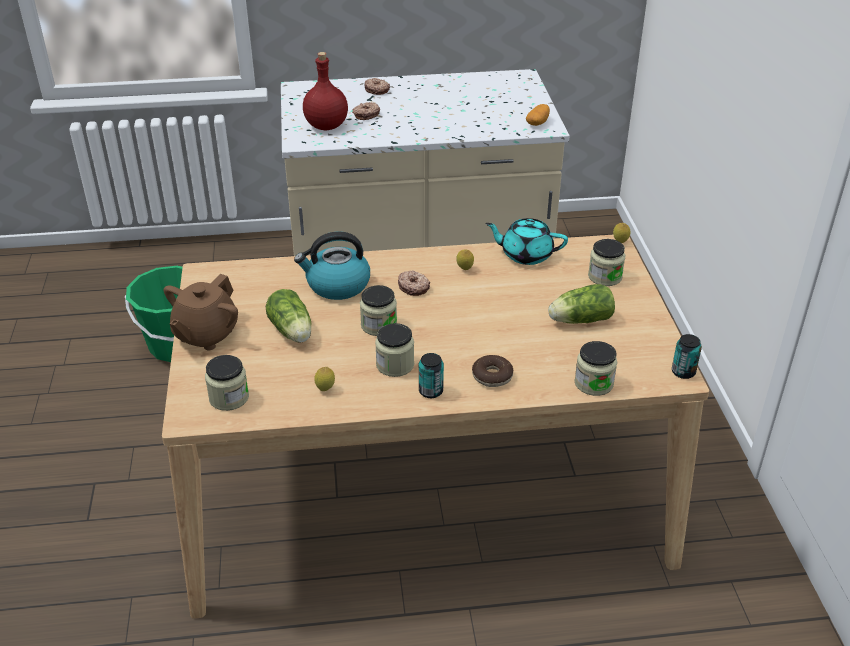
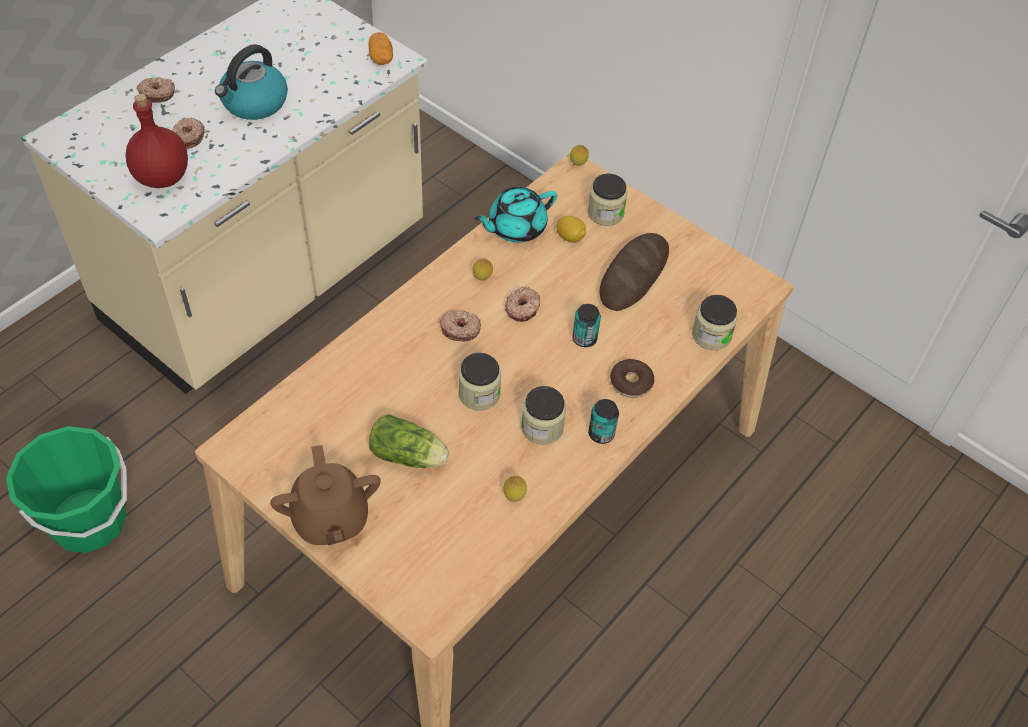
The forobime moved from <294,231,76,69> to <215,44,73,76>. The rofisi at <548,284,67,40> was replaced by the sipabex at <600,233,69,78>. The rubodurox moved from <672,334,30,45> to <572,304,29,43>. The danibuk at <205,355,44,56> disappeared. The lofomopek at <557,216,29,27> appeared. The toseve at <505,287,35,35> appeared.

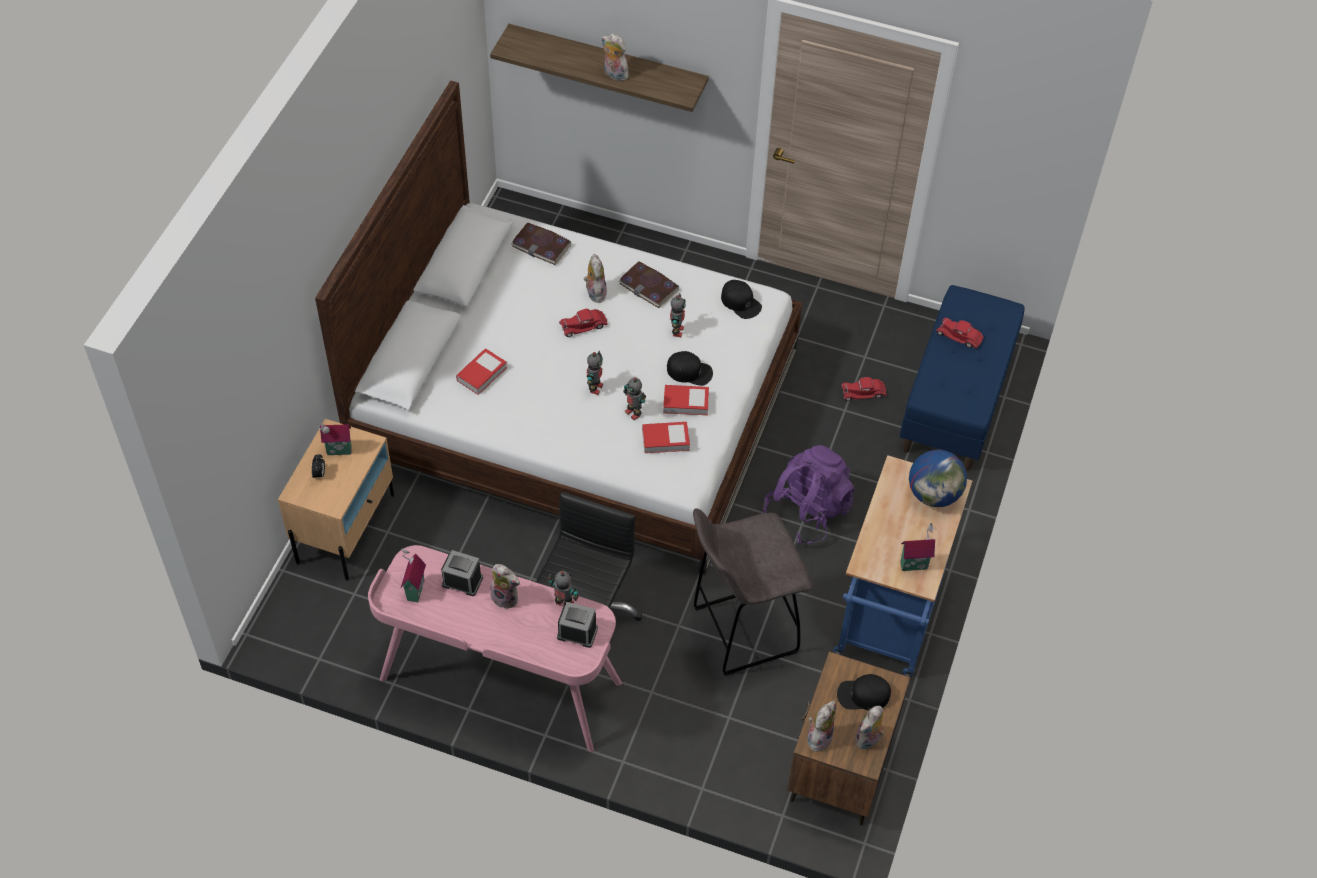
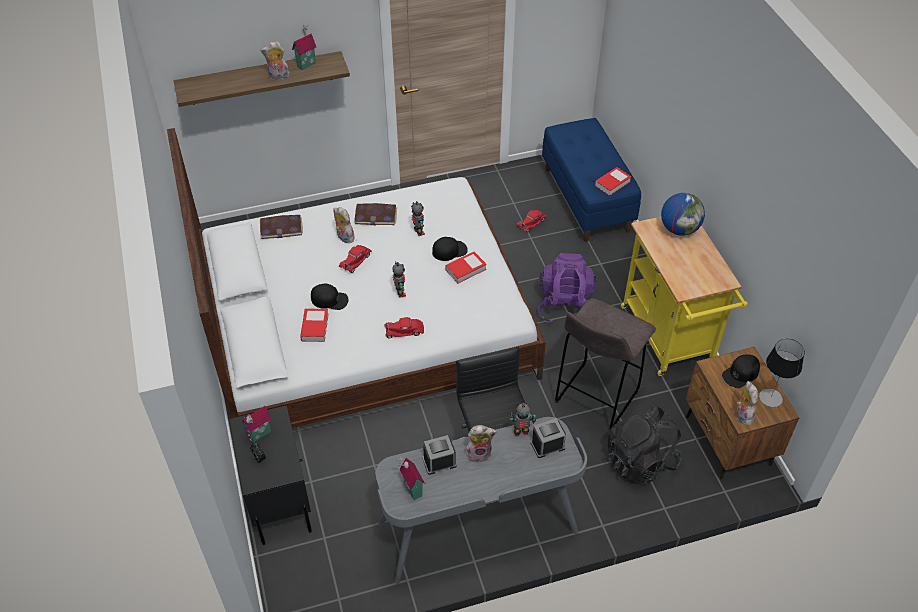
The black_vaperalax moved from <721,280,41,39> to <311,283,37,27>. The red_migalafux moved from <936,318,48,30> to <384,317,40,22>. The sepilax at <623,377,23,43> disappeared. The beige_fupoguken at <278,419,116,162> became the black_fupoguken at <229,405,83,140>. The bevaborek moved from <642,422,48,31> to <595,167,36,29>. The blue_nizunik at <833,455,140,222> became the yellow_nizunik at <621,217,127,159>. The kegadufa moved from <900,523,36,48> to <292,24,24,46>. The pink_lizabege at <368,545,254,207> became the grey_lizabege at <376,417,211,167>. The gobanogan at <854,706,30,44> was replaced by the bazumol at <759,339,46,68>. The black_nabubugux at <607,405,75,78> appeared.

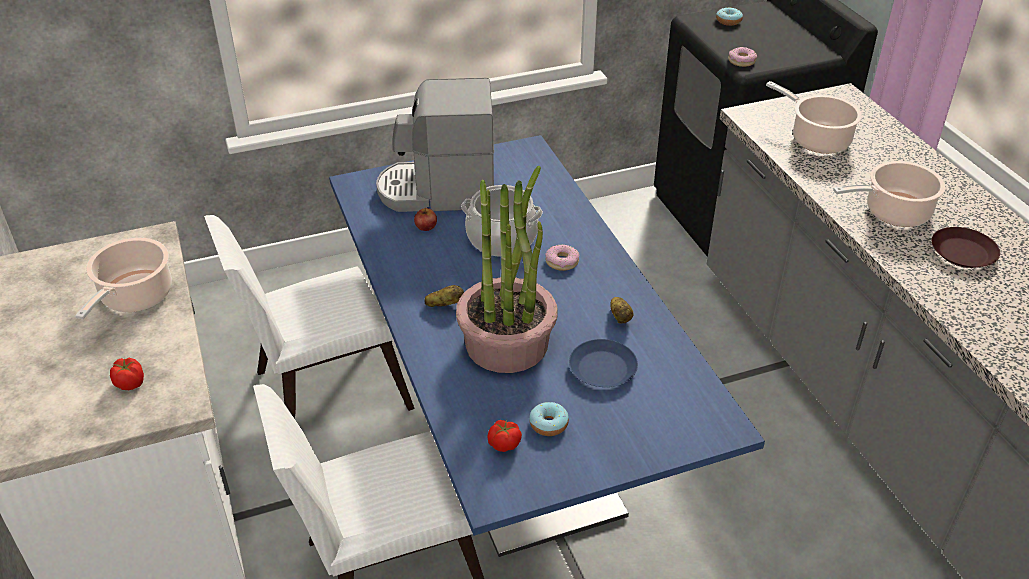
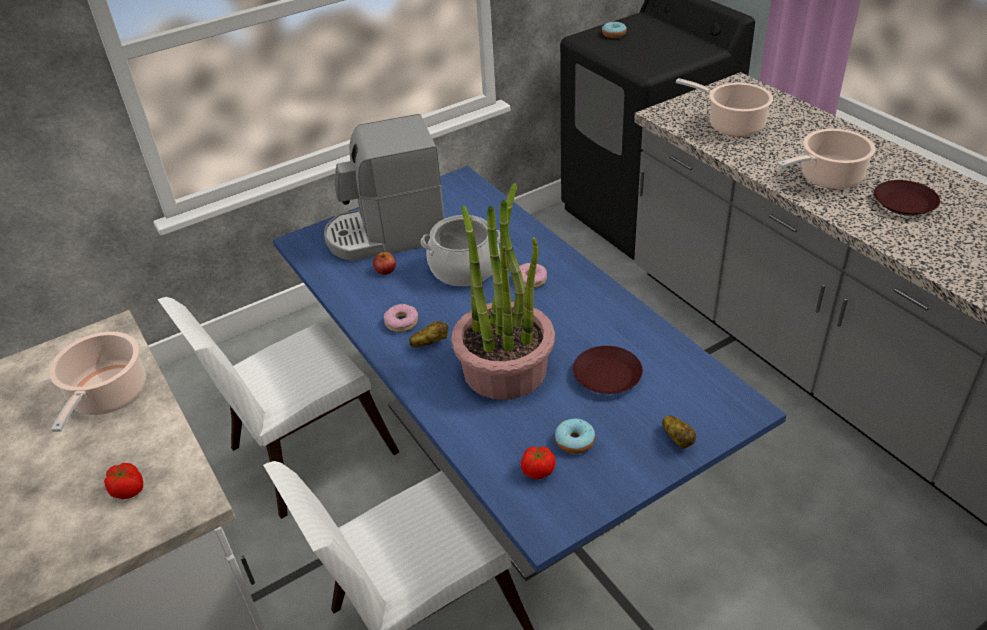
The toseve moved from <728,47,29,20> to <384,304,34,28>. The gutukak moved from <610,297,24,27> to <662,416,34,33>. The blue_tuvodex at <569,339,69,48> became the brown_tuvodex at <573,346,70,48>.

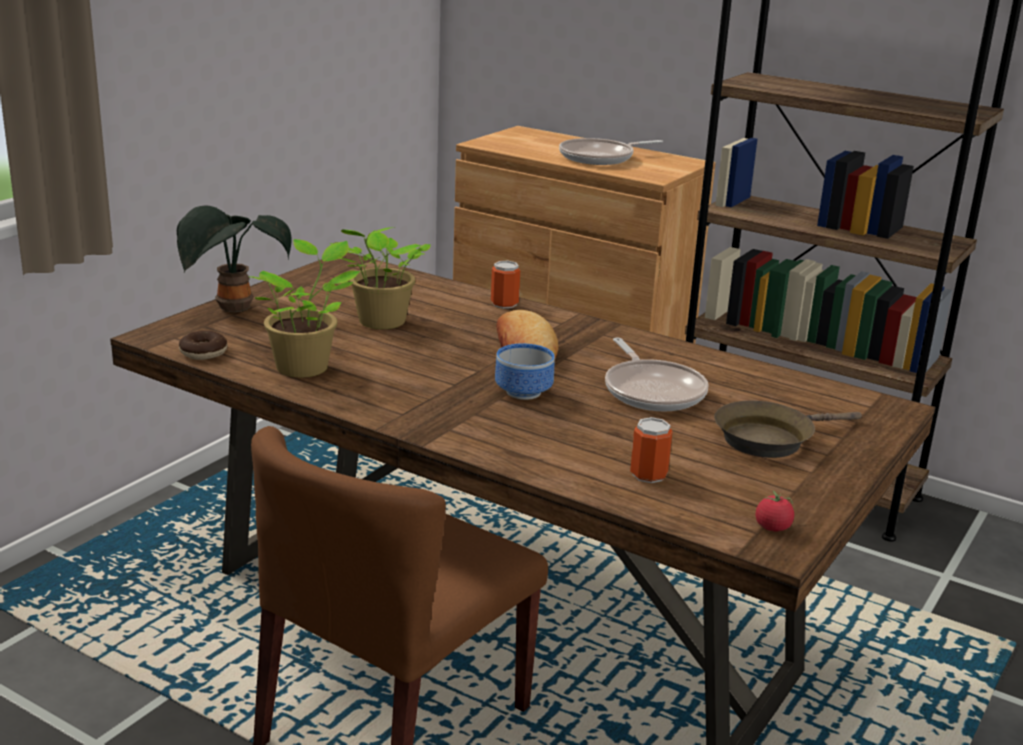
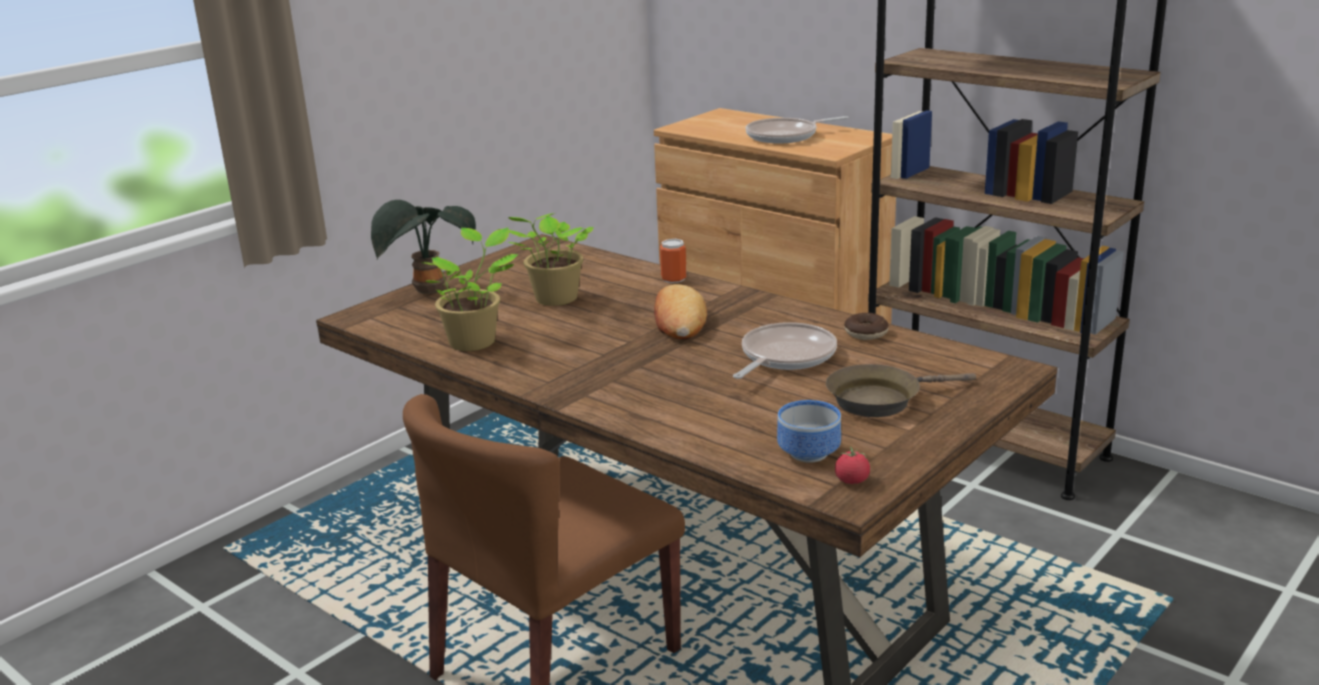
The toseve moved from <179,331,48,29> to <844,313,45,27>. The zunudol at <605,338,104,73> turned 135 degrees counterclockwise. The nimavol moved from <495,343,60,57> to <777,400,64,63>. The rubodurox at <630,417,43,66> disappeared.

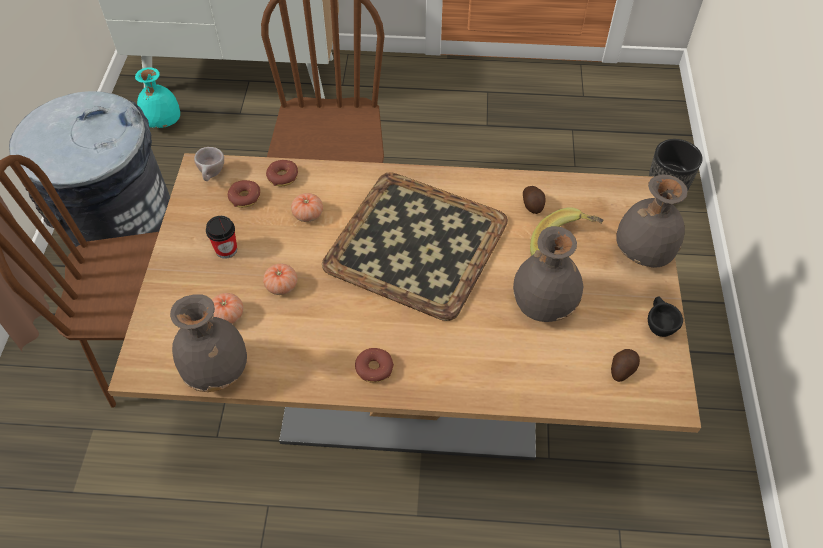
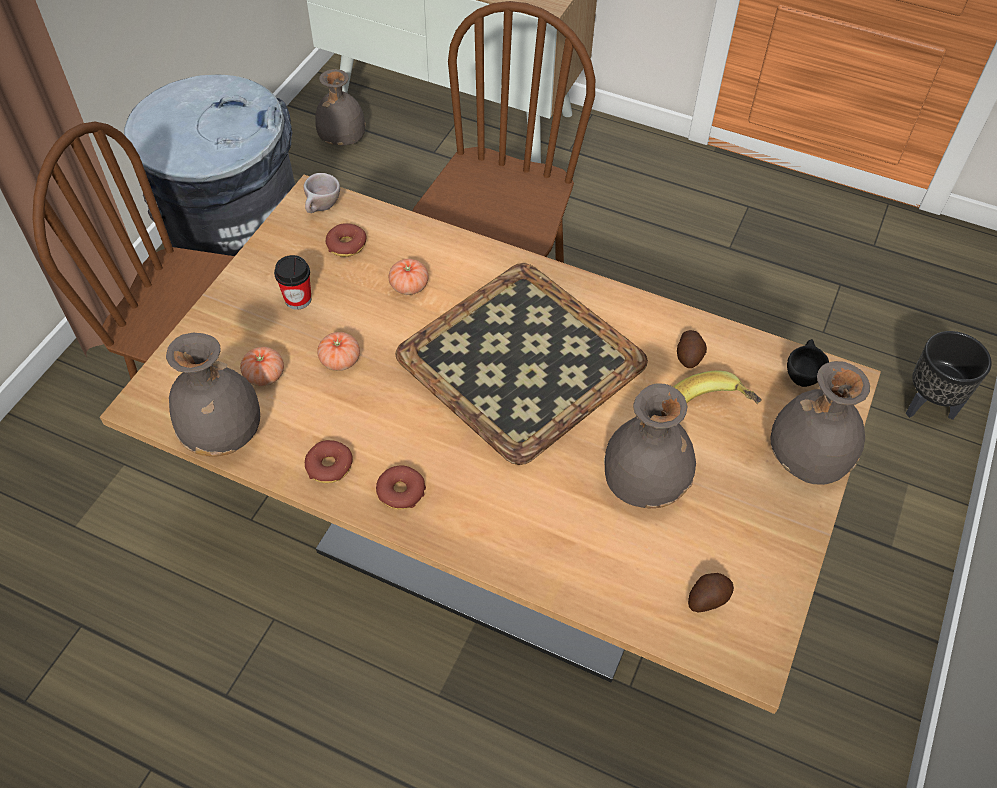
The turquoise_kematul at <135,67,45,61> became the grey_kematul at <315,69,51,76>. The toseve moved from <266,160,32,26> to <305,440,48,43>. The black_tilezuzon moved from <648,296,35,41> to <787,339,42,48>.

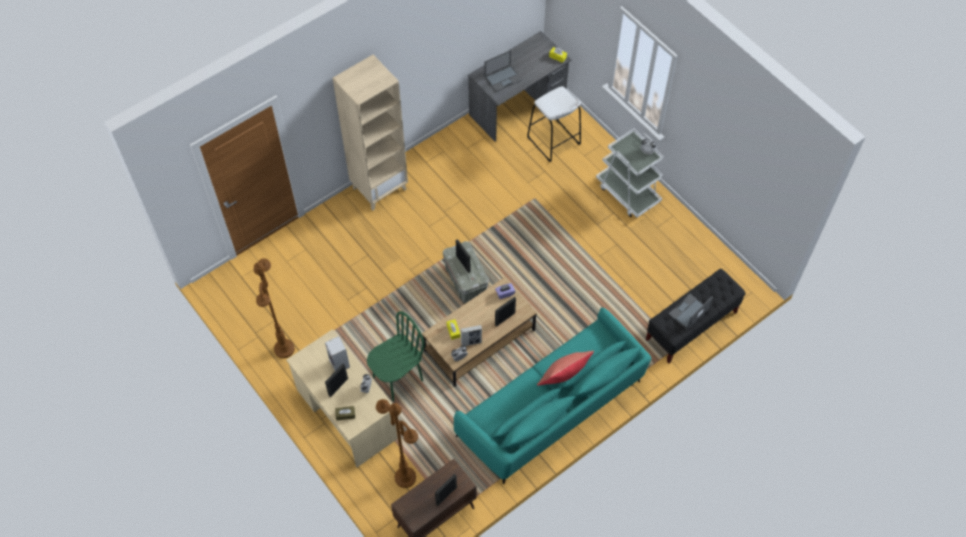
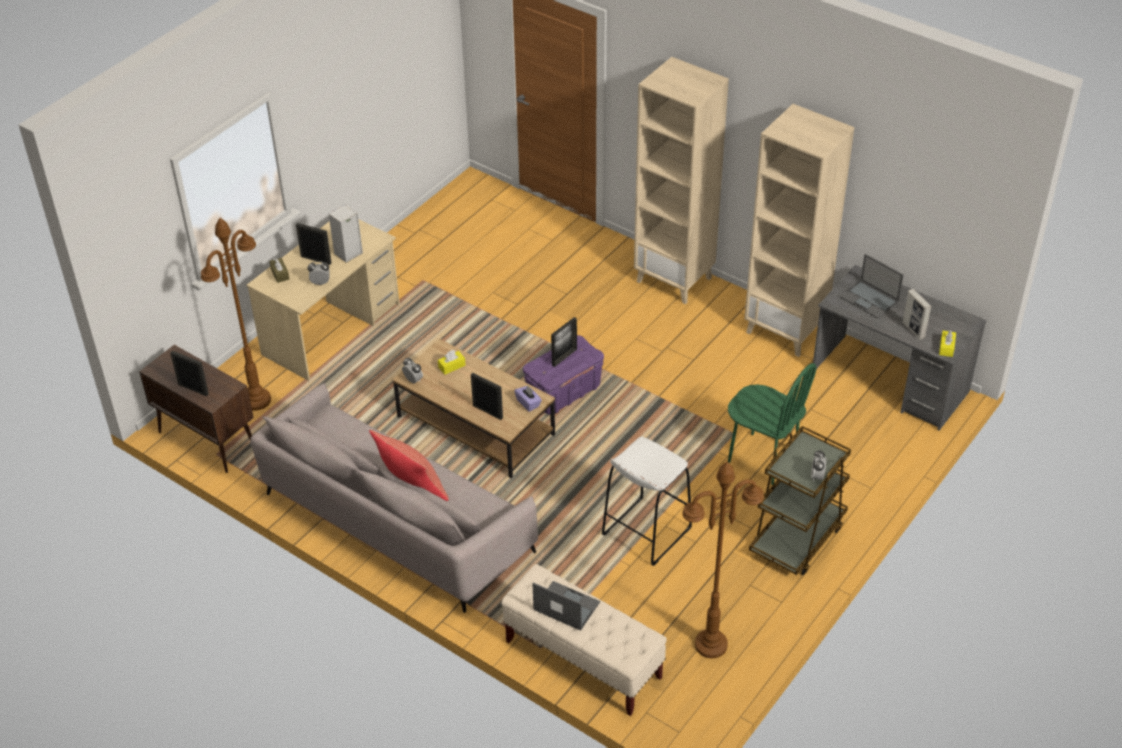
The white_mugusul moved from <527,86,54,76> to <602,437,90,129>. The white_nizunik at <596,129,68,88> became the brown_nizunik at <749,426,102,149>. The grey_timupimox at <443,241,46,61> became the purple_timupimox at <523,335,81,80>. The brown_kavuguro moved from <254,258,41,100> to <682,462,82,196>. The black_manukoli at <646,269,100,95> became the beige_manukoli at <502,564,165,152>. The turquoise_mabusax at <454,307,197,178> became the grey_mabusax at <250,383,288,230>. The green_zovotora moved from <367,311,58,90> to <728,363,88,122>. The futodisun moved from <461,325,21,21> to <903,289,28,51>. The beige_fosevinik at <744,104,110,253> appeared.

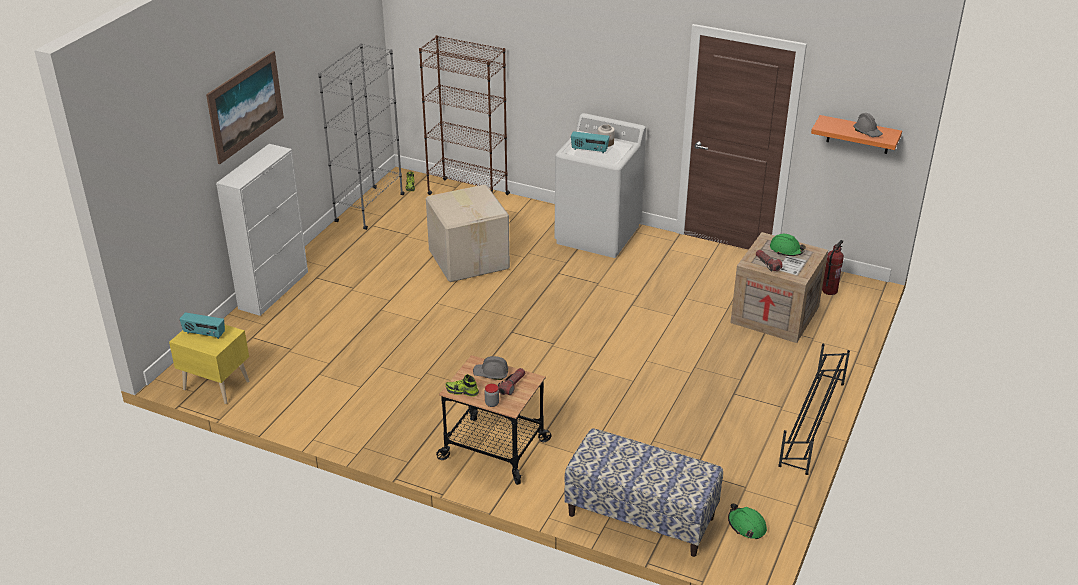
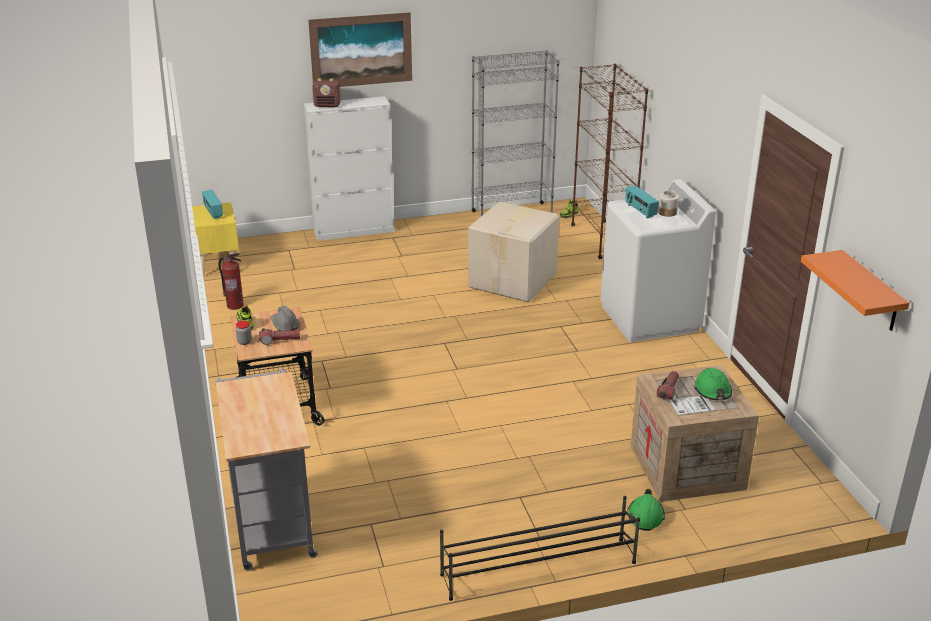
The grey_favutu at <853,113,30,24> disappeared. The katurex moved from <822,240,22,55> to <218,253,26,57>. The manukoli at <564,428,159,129> was replaced by the grey_nizunik at <215,368,103,203>. The green_favutu moved from <728,503,39,36> to <627,489,38,42>. The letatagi at <312,78,29,29> appeared.

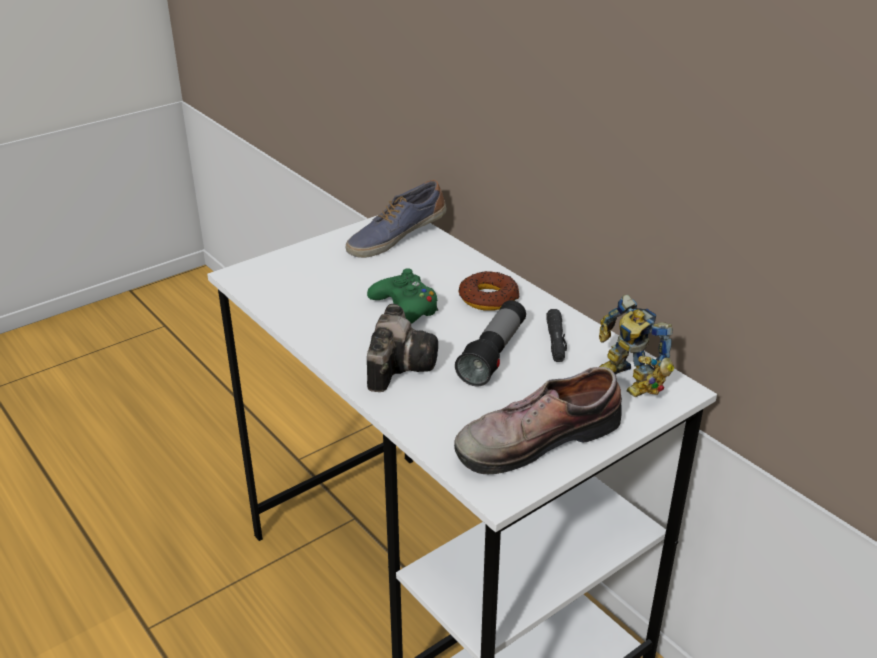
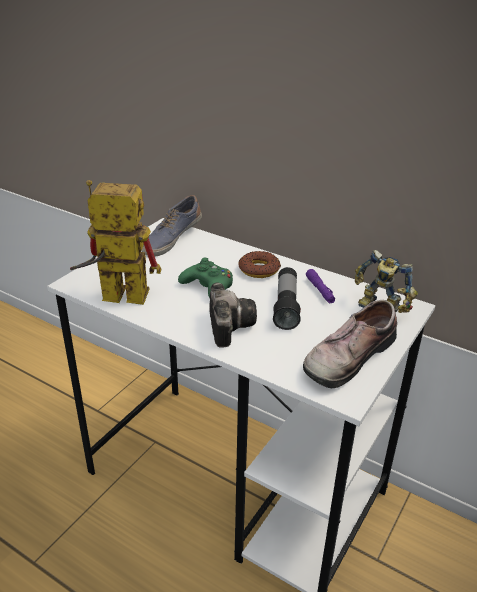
The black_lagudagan at <546,309,21,53> became the purple_lagudagan at <306,269,29,35>. The sepilax at <70,180,92,125> appeared.

